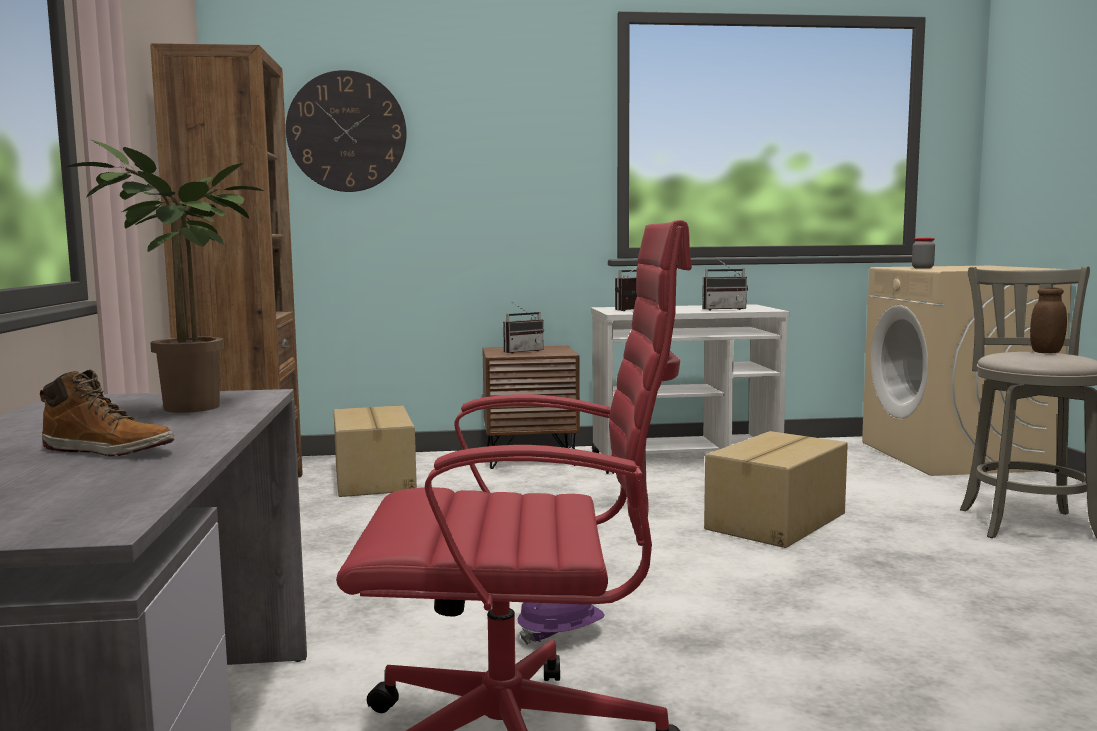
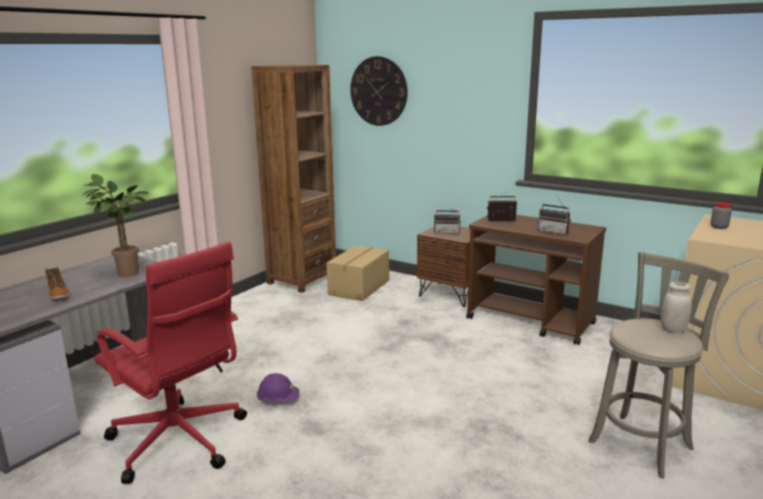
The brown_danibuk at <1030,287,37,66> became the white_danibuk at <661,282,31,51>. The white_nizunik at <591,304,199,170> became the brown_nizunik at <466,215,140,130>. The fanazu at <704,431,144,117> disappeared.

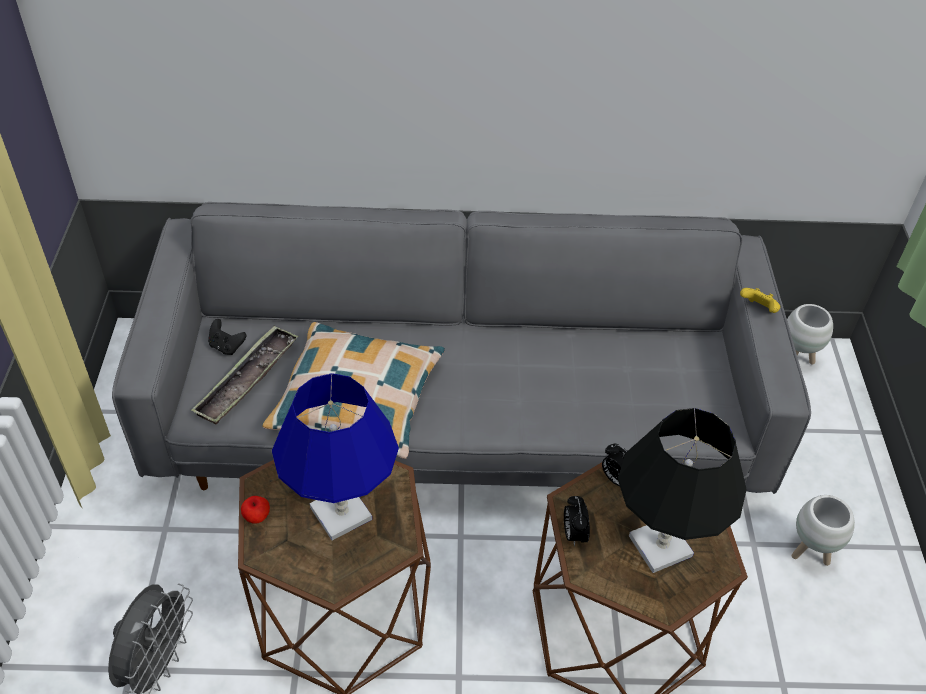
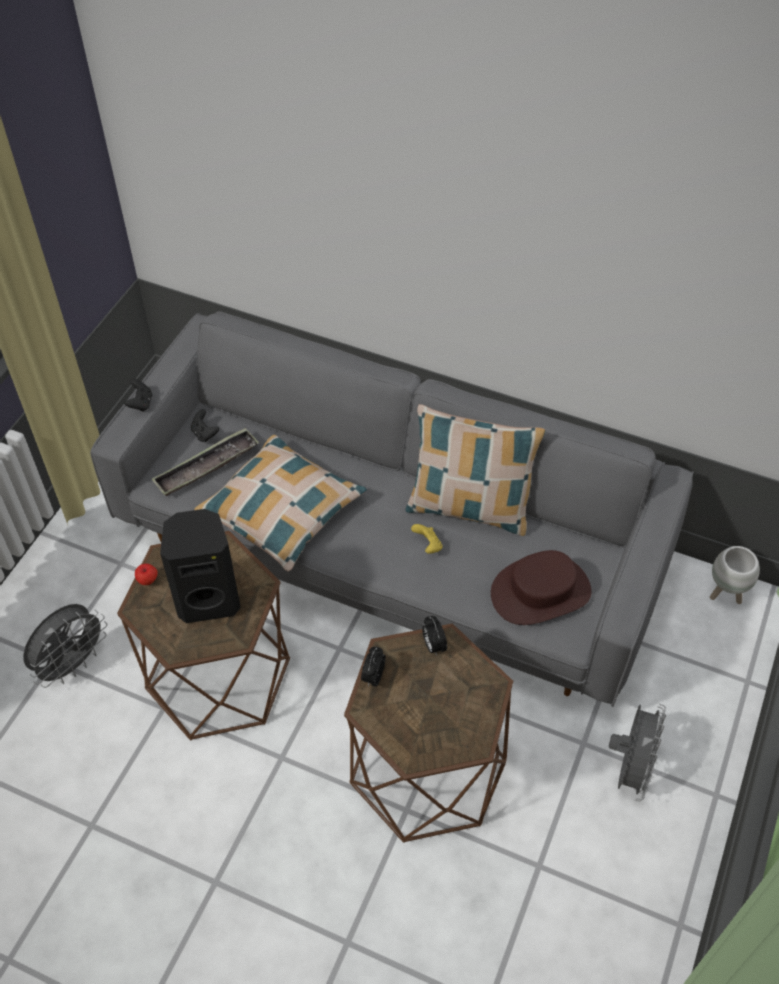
The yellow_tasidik moved from <740,288,40,25> to <411,524,32,30>. The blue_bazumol at <272,373,127,167> was replaced by the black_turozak at <160,509,81,114>. The black_bazumol at <617,408,129,165> disappeared. The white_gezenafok at <792,495,63,71> was replaced by the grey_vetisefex at <609,704,57,97>. The black_tasidik at <124,379,28,33> appeared. The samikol at <406,404,140,132> appeared. The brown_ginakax at <491,550,101,75> appeared.

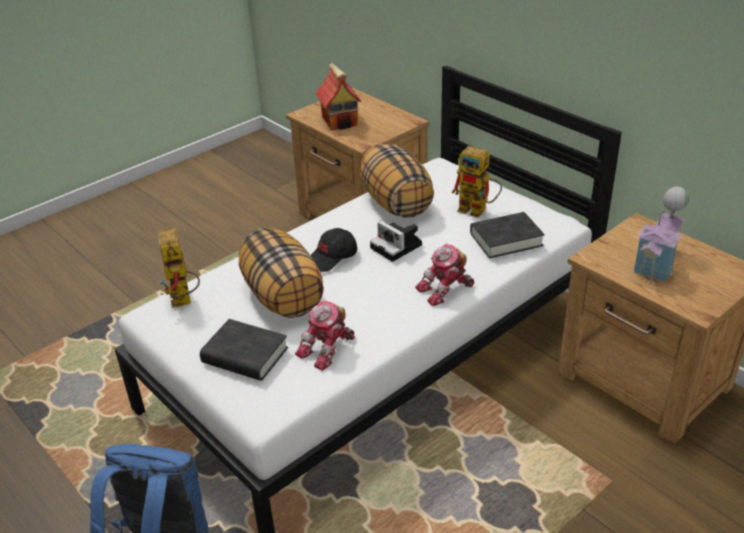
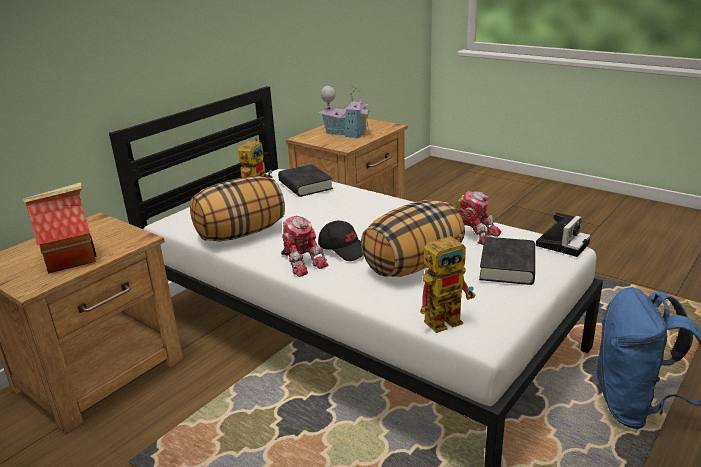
The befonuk moved from <370,221,52,41> to <536,213,55,44>. The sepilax moved from <415,244,59,62> to <281,216,47,61>.

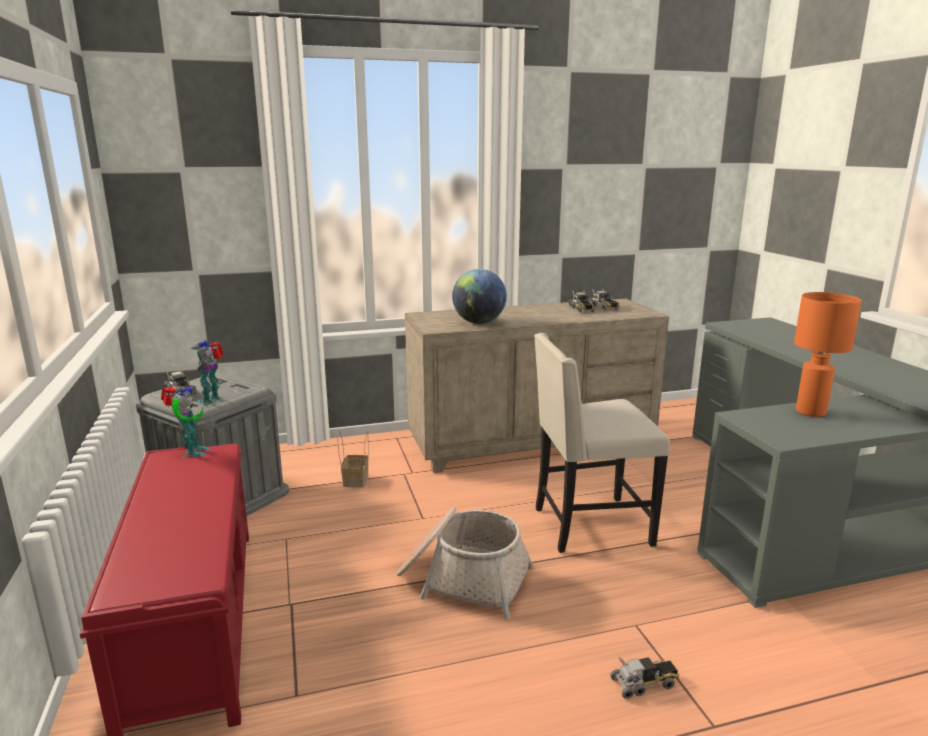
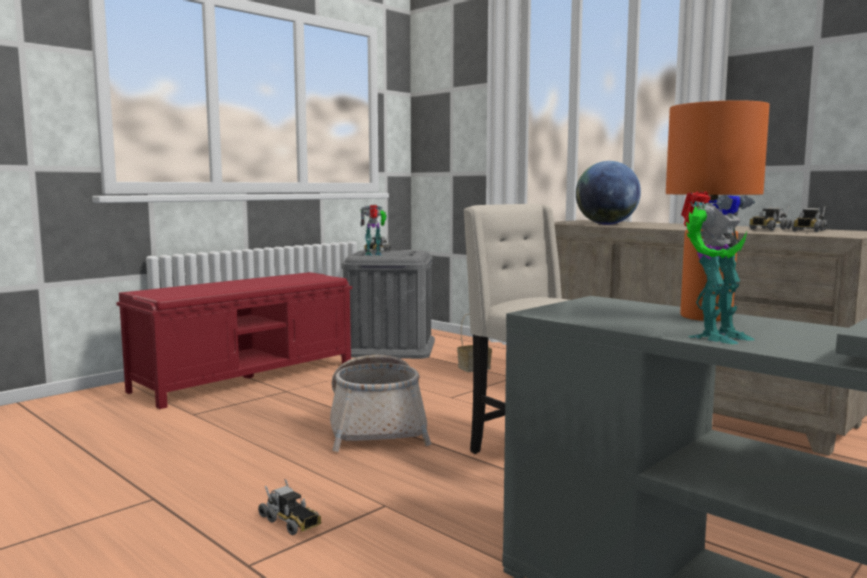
The sepilax moved from <161,385,50,73> to <681,191,74,153>.

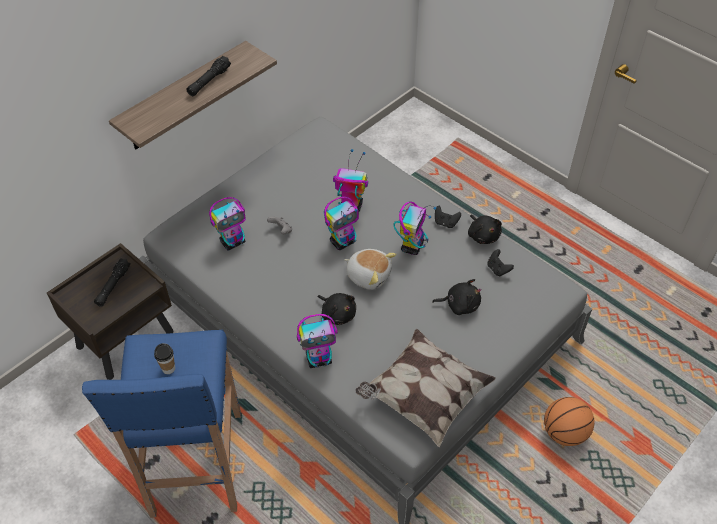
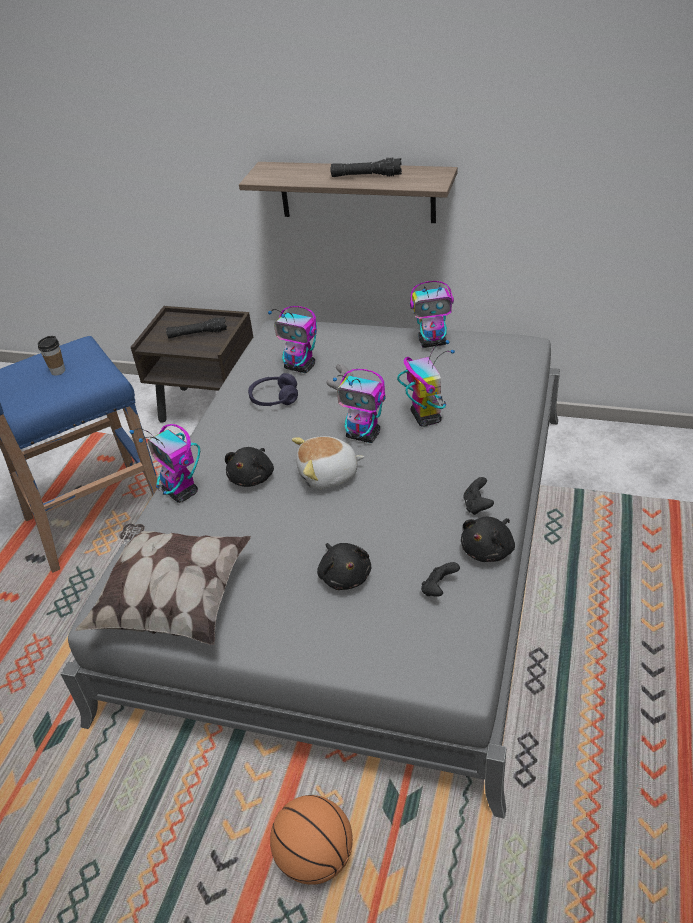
The sepilax moved from <393,201,44,54> to <410,281,44,67>. The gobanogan at <344,249,52,41> turned 75 degrees clockwise. The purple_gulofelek at <248,373,50,33> appeared.

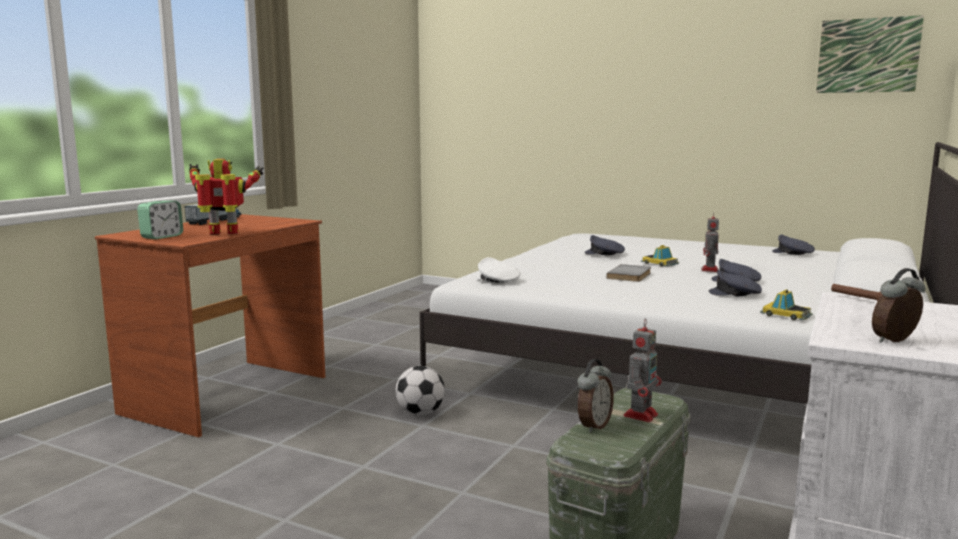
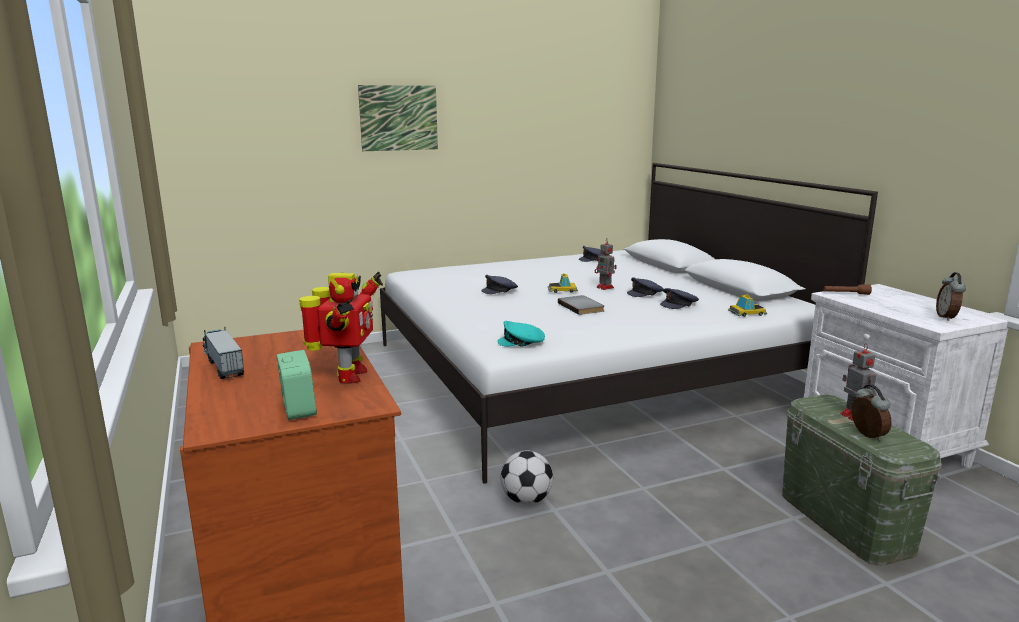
The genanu moved from <816,15,108,78> to <358,85,80,66>. The sepilax at <189,159,75,75> turned 150 degrees clockwise. The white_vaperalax at <477,257,44,26> became the turquoise_vaperalax at <497,321,48,25>.

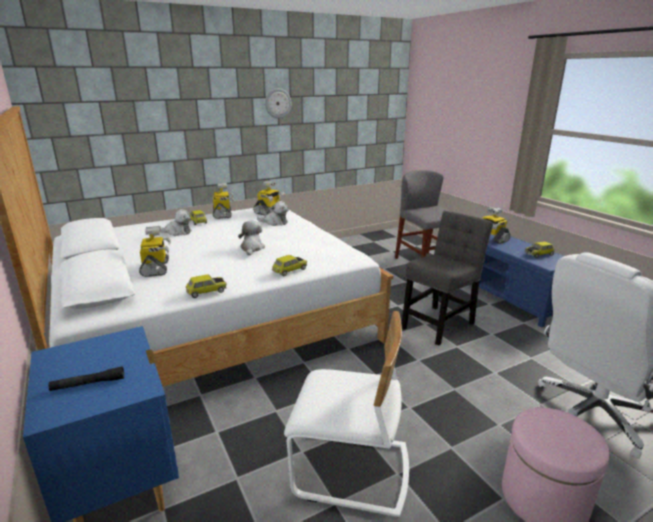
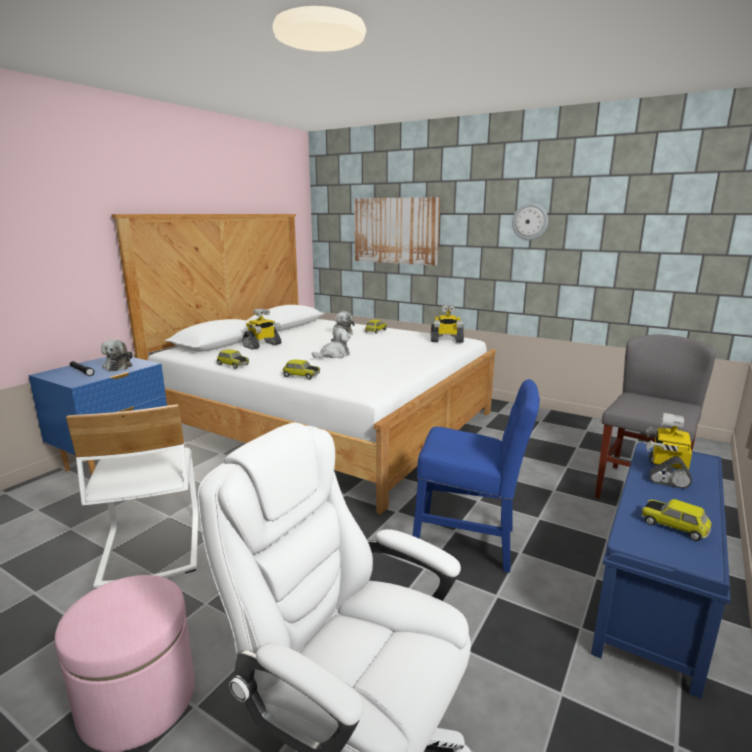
The sepilax at <213,182,21,37> disappeared. The gobanogan moved from <257,201,31,25> to <101,339,32,32>. The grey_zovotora at <402,211,91,135> became the blue_zovotora at <413,379,127,194>. The genanu at <354,197,86,69> appeared.

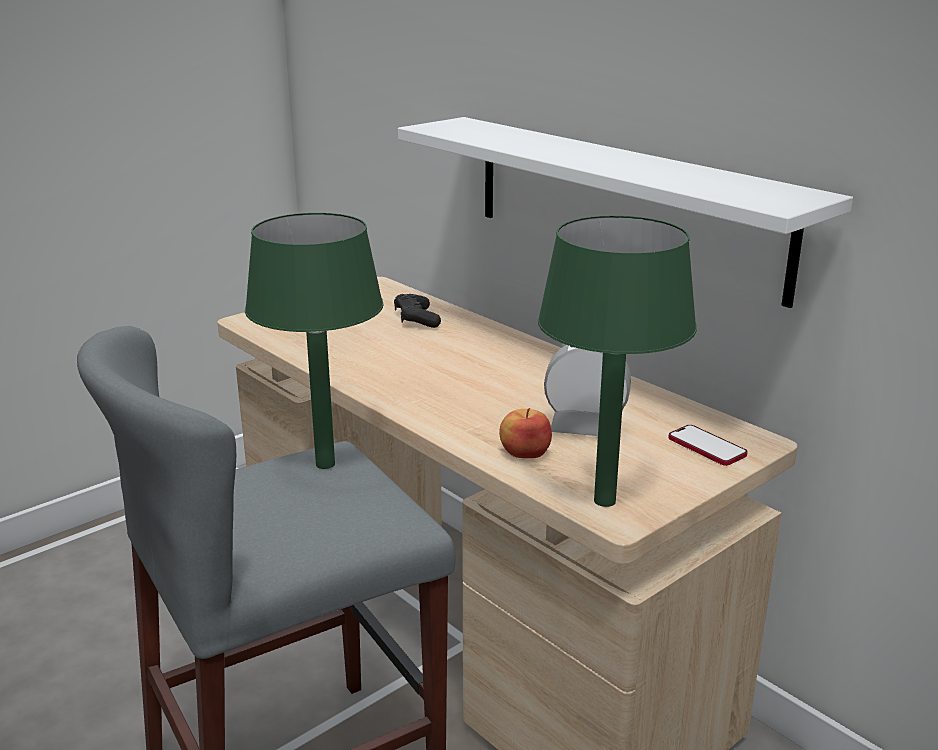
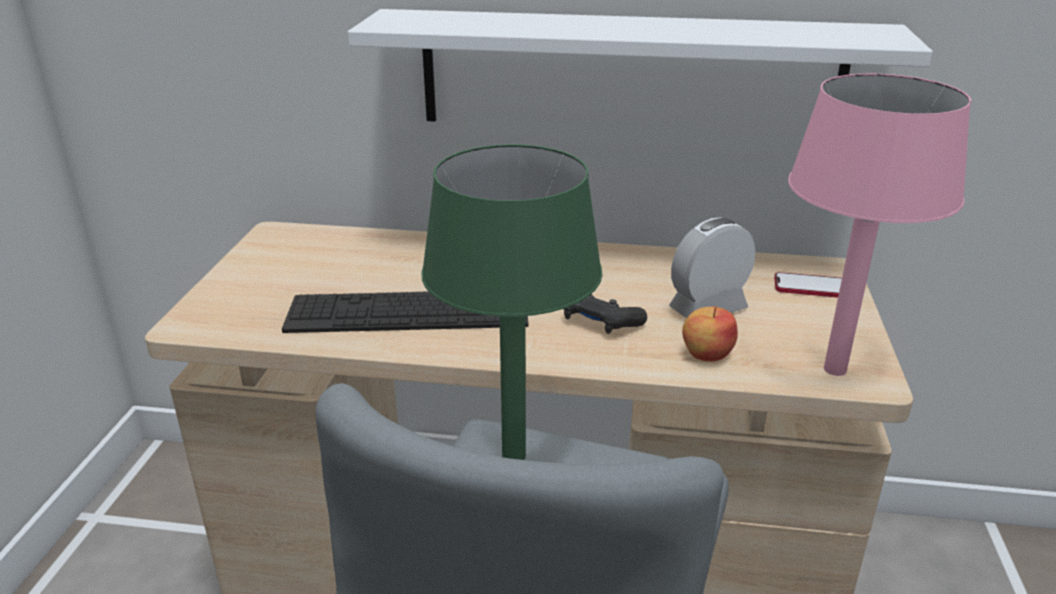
The green_bazumol at <538,216,159,291> became the pink_bazumol at <788,74,184,302>. The black_tasidik moved from <394,294,47,34> to <564,294,83,40>. The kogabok at <282,291,246,42> appeared.

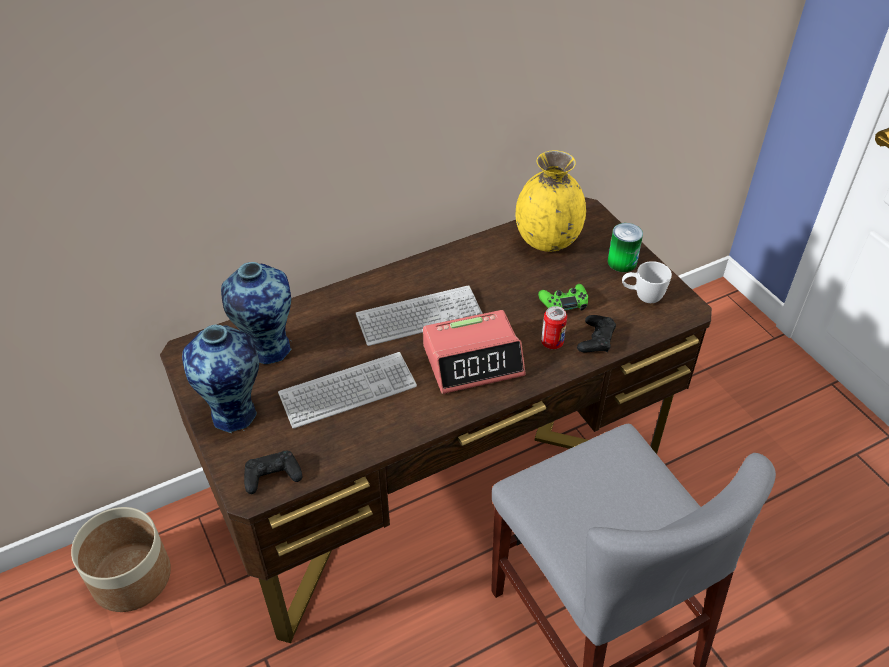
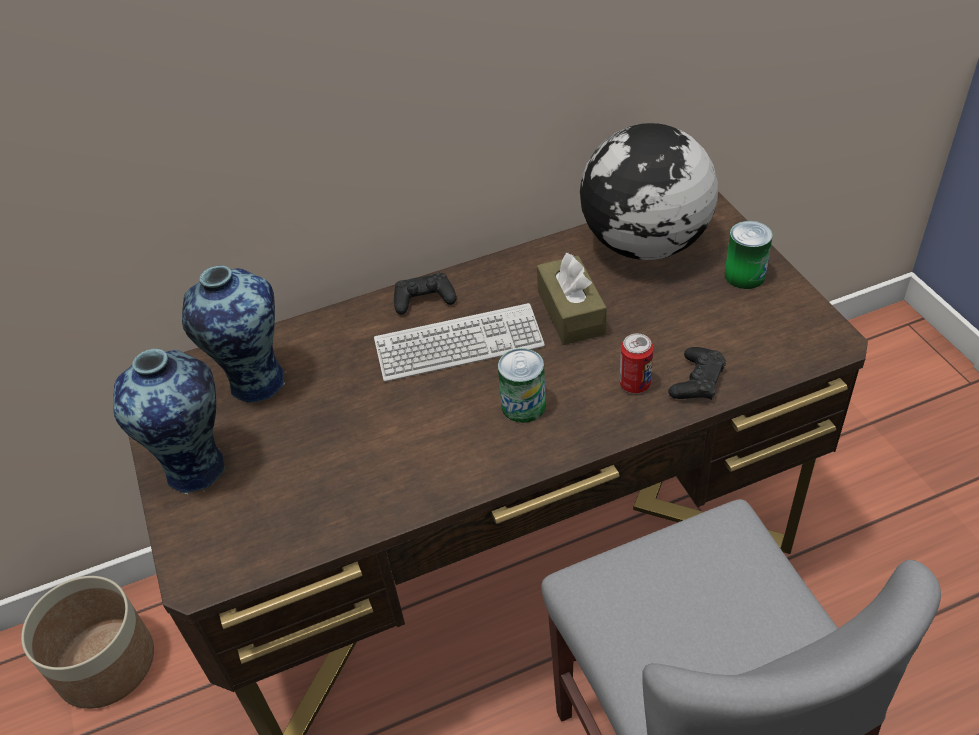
The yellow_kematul at <516,150,70,102> was replaced by the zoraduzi at <580,123,138,137>. The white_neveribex at <622,261,50,42> disappeared. The green_tasidik at <538,284,50,27> disappeared. The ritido at <423,310,103,84> was replaced by the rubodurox at <498,348,48,75>. The kogabok at <278,352,139,77> disappeared. The black_tasidik moved from <244,450,58,44> to <394,273,62,42>. The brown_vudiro at <537,252,70,93> appeared.

